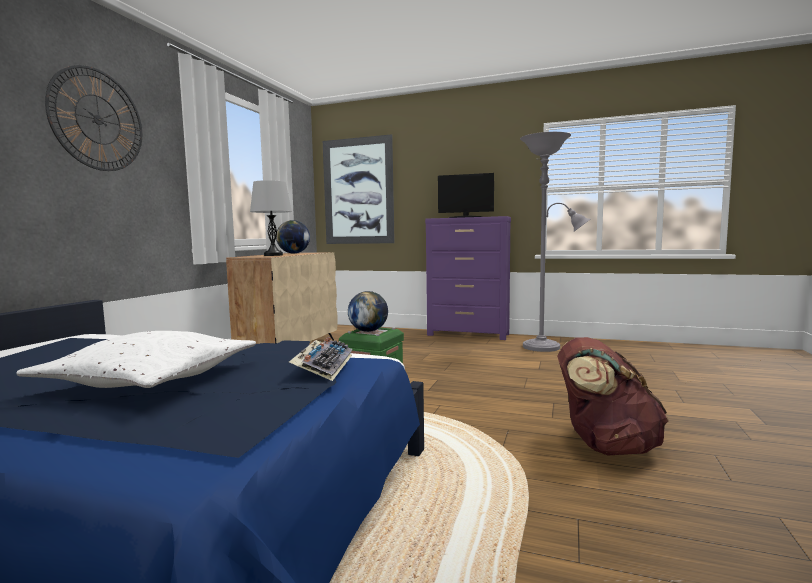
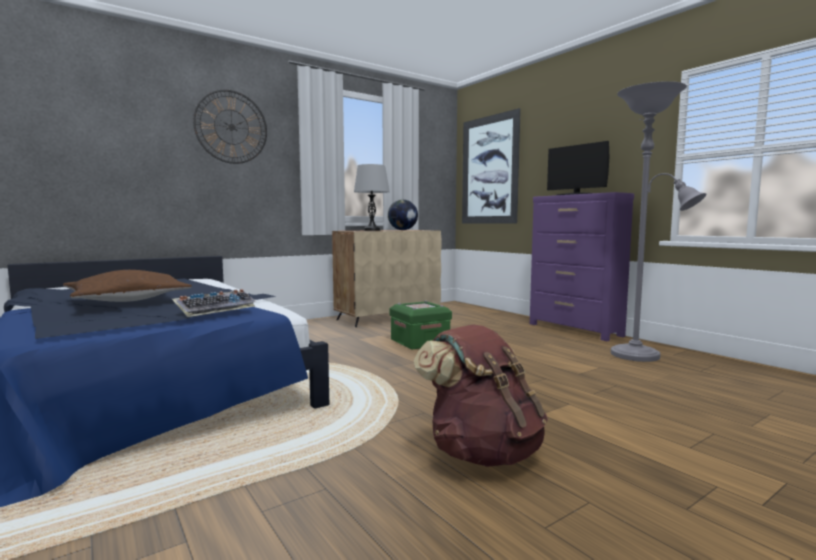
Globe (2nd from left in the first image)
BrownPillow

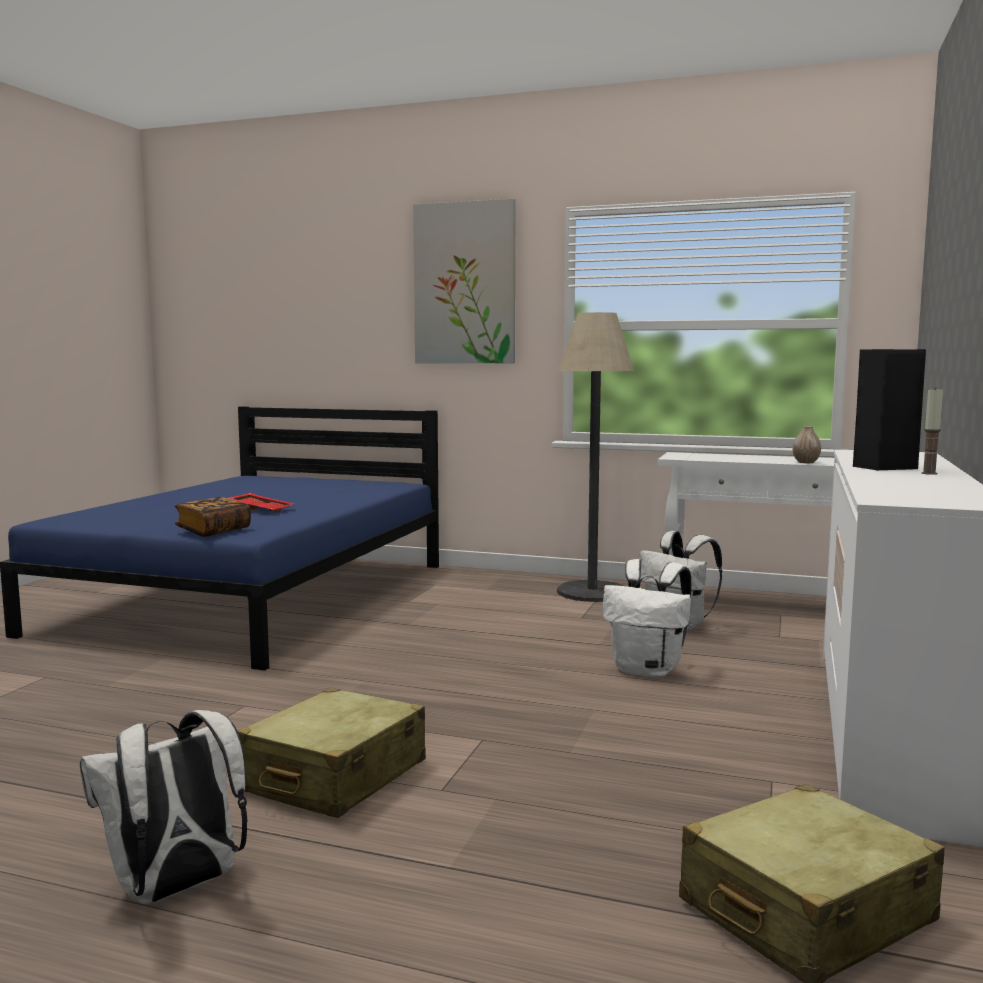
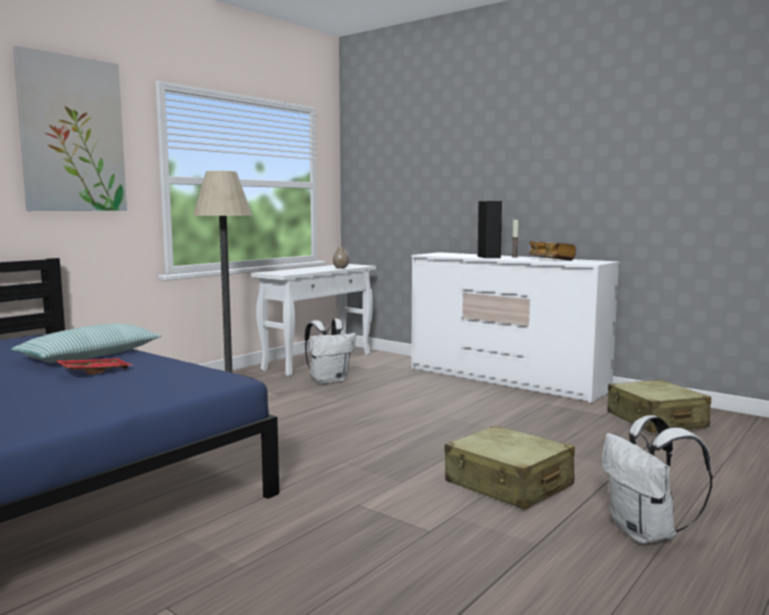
Book
WhiteBackpack (2nd from left in the first image)
Pillow

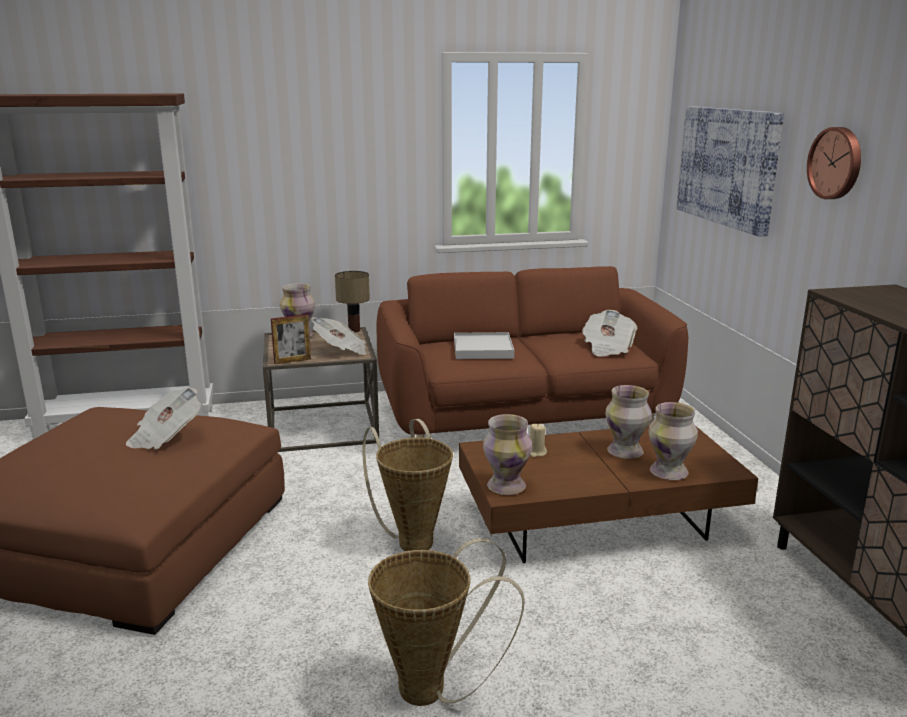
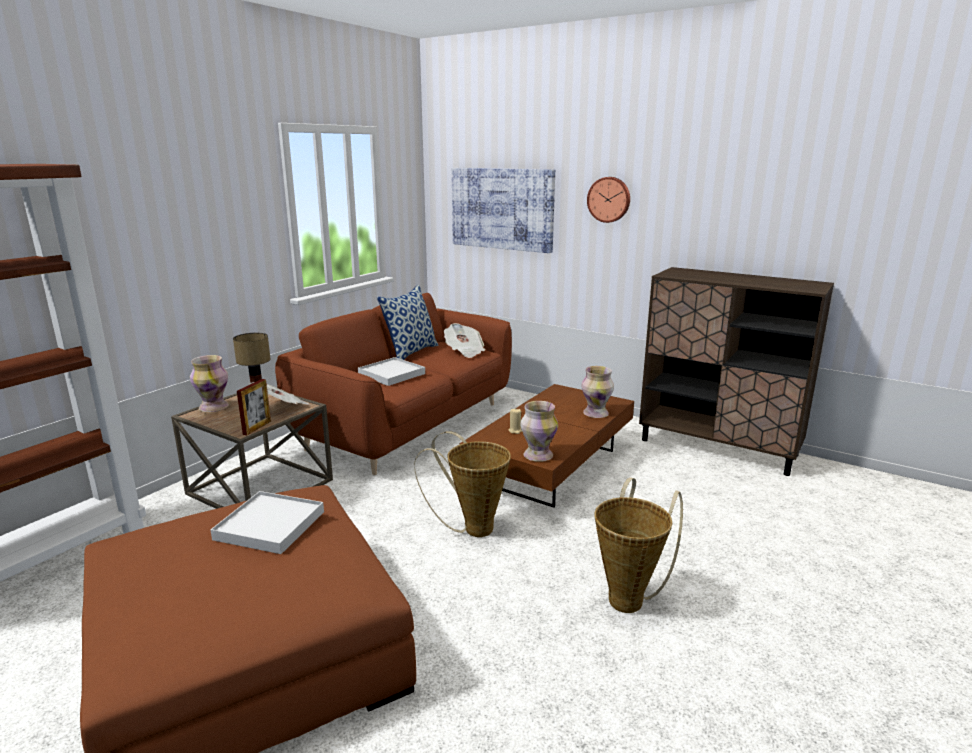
Vase (3rd from left in the first image)
WhiteTray (1st from left)
Pillow

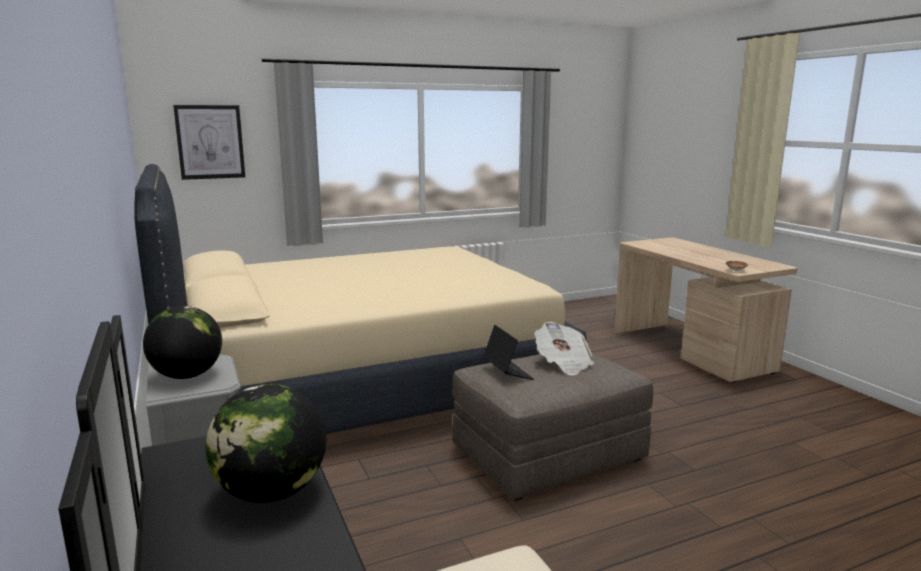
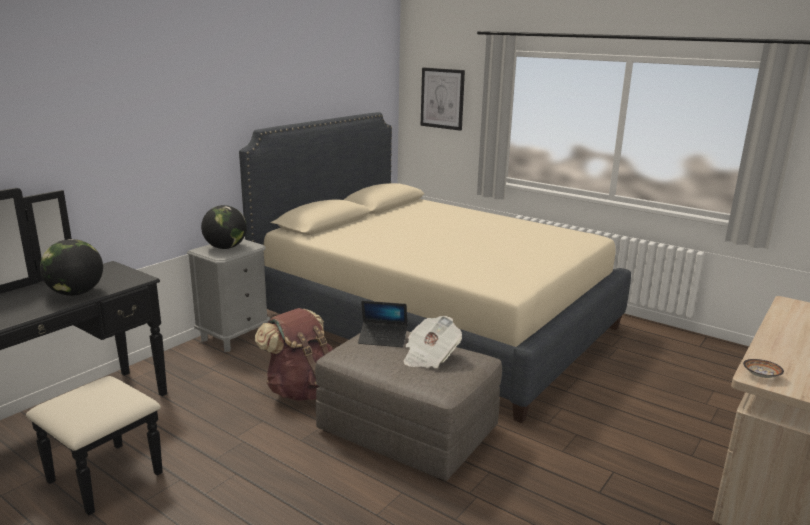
Laptop
BrownBackpack

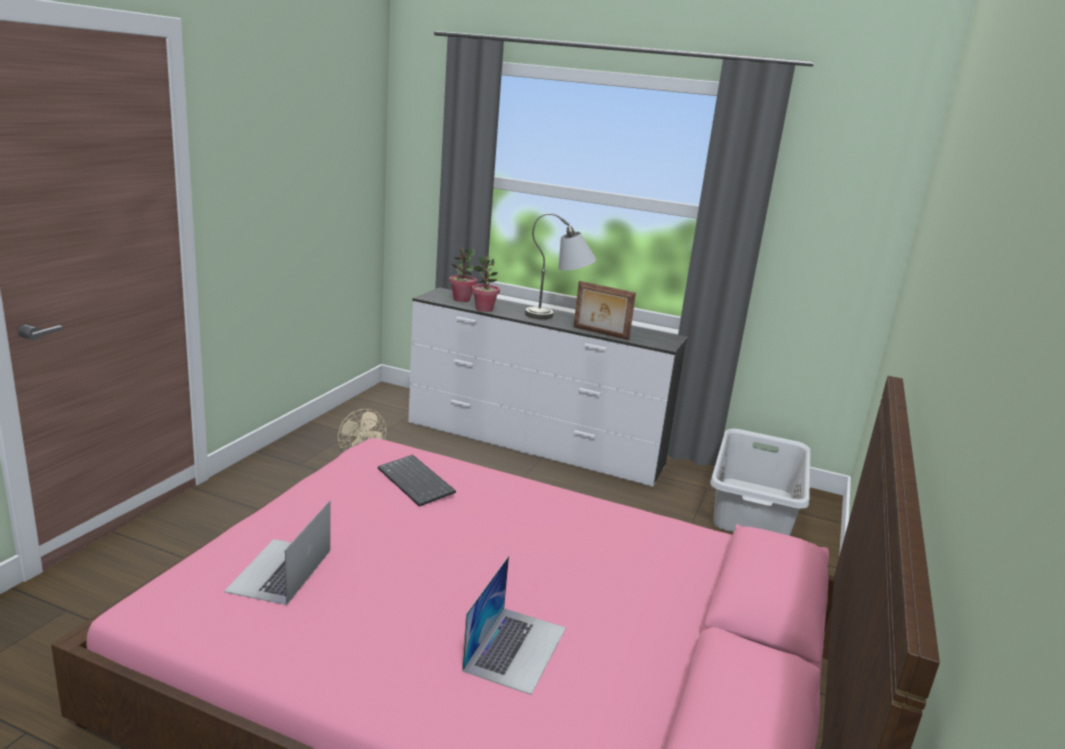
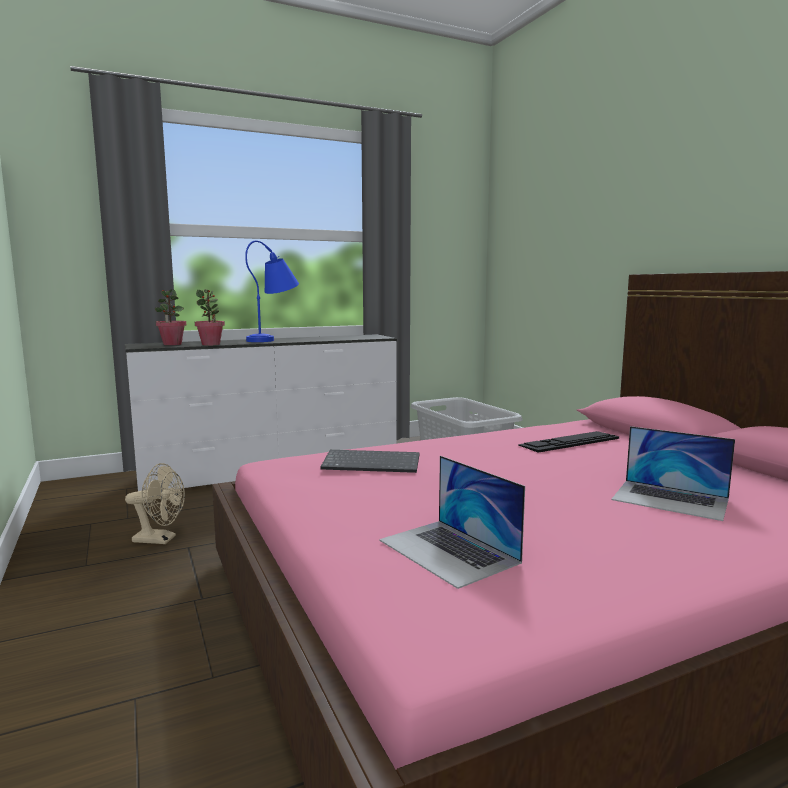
BlueTableLamp
PictureFrame
Laptop (2nd from left)
Keyboard (2nd from left)

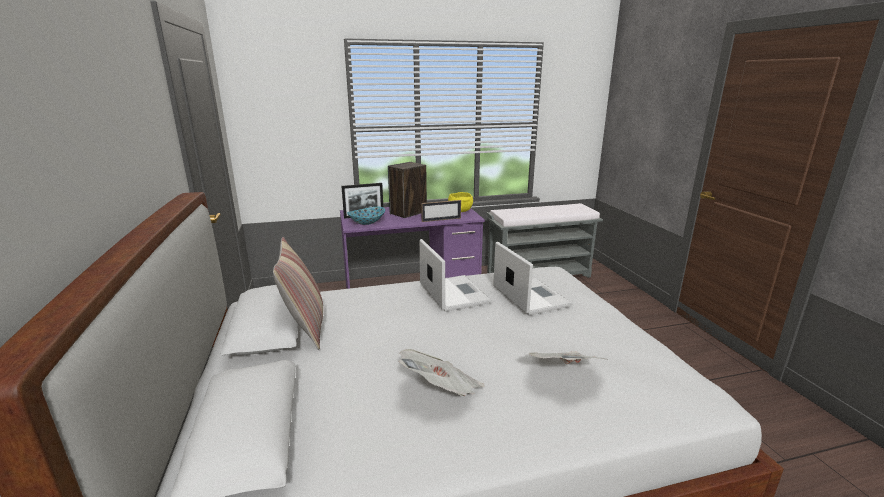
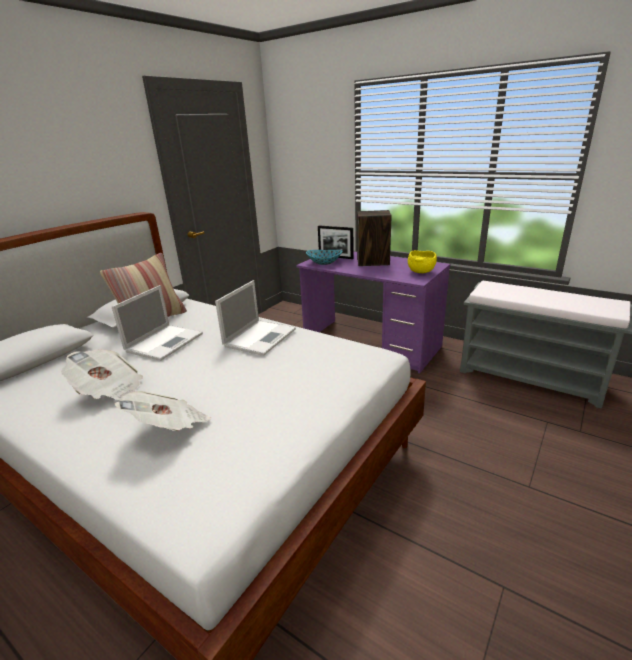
PictureFrame (2nd from left in the first image)
Laptop (1st from left)

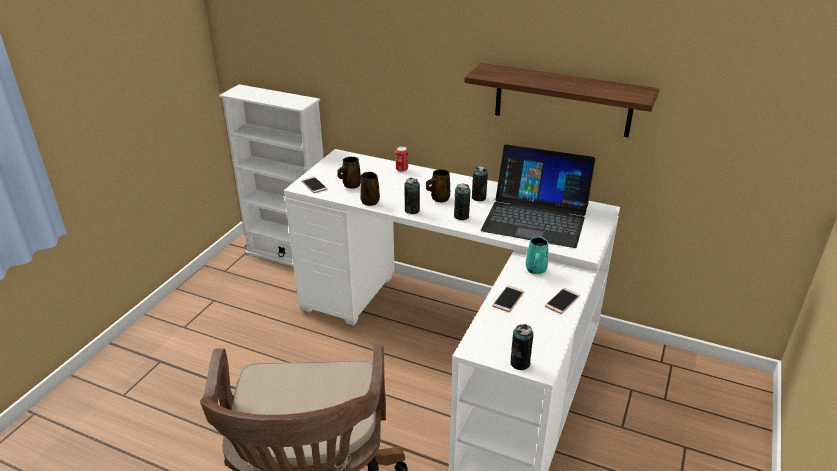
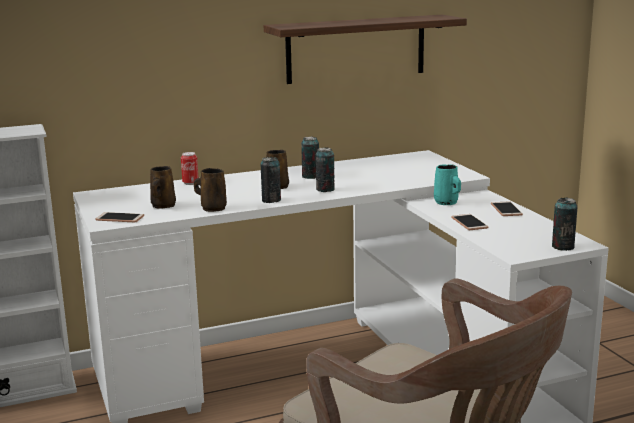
Laptop

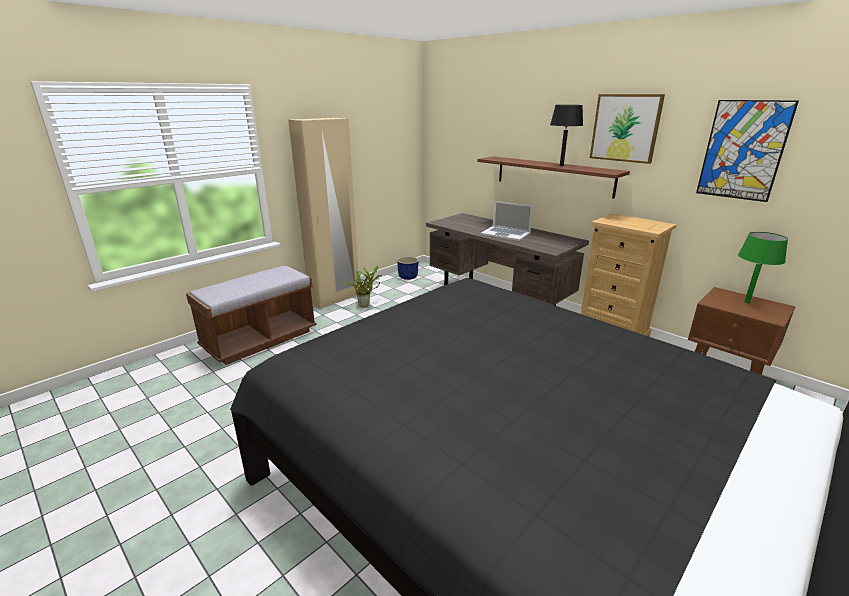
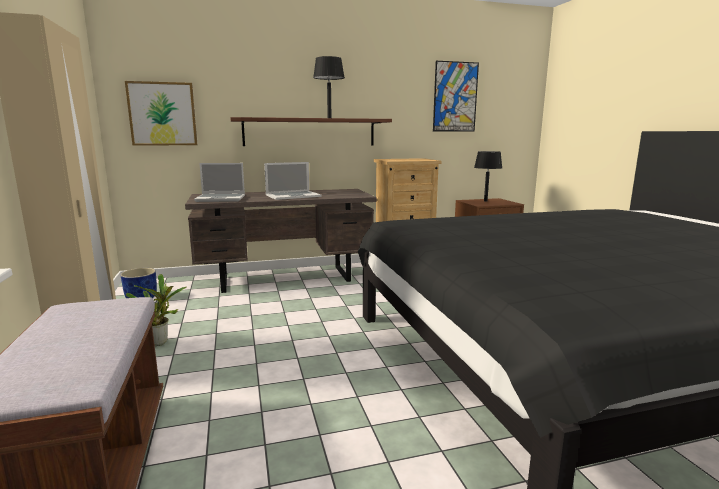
Picture (1st from left)
BlackTableLamp (2nd from left)
Laptop (1st from left)

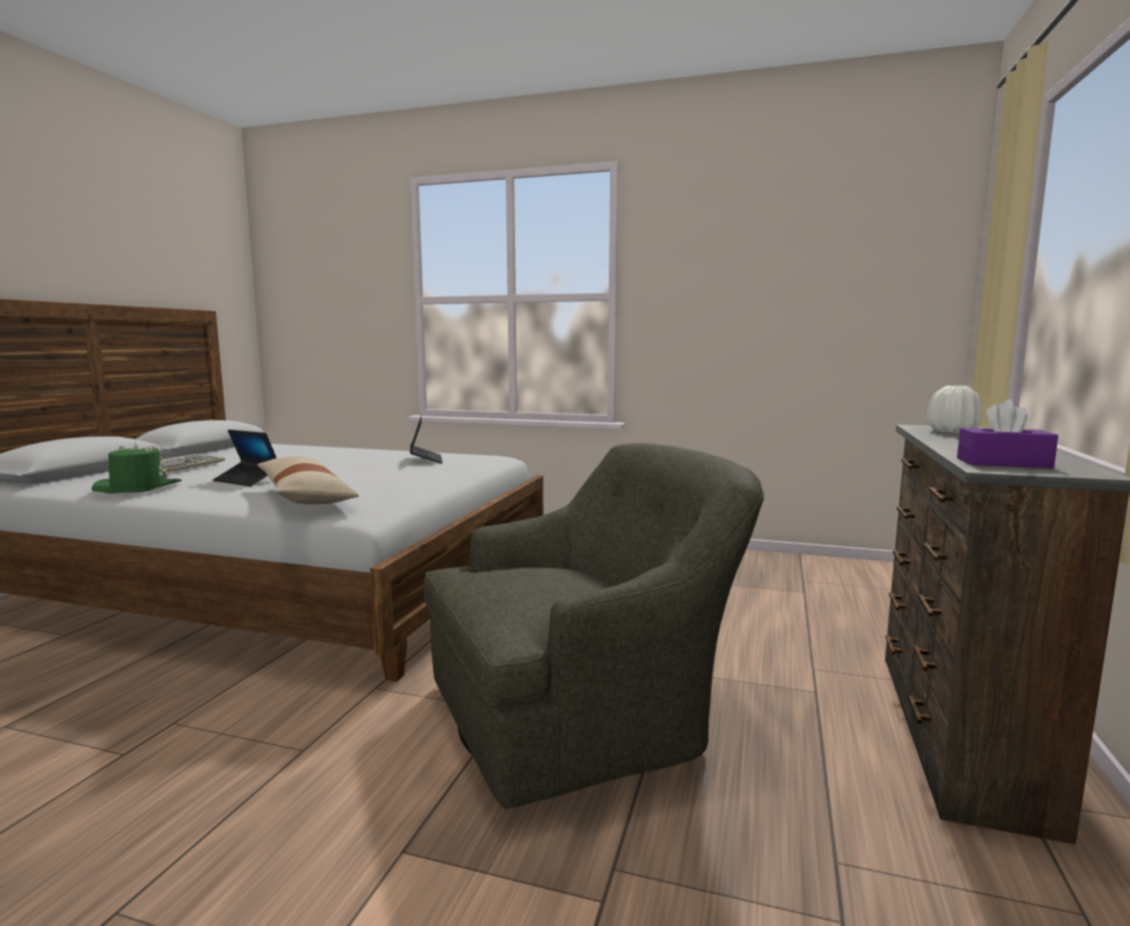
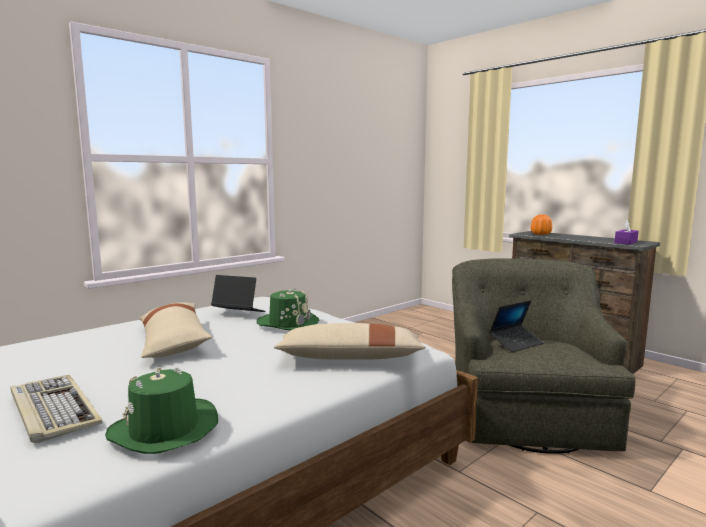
OrangeVase
Laptop (2nd from left)
GreenHat (2nd from left)
BeigePillow (1st from left)

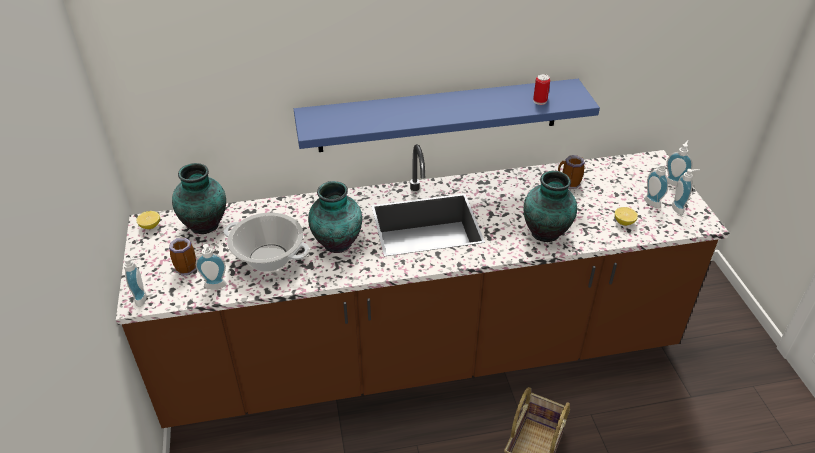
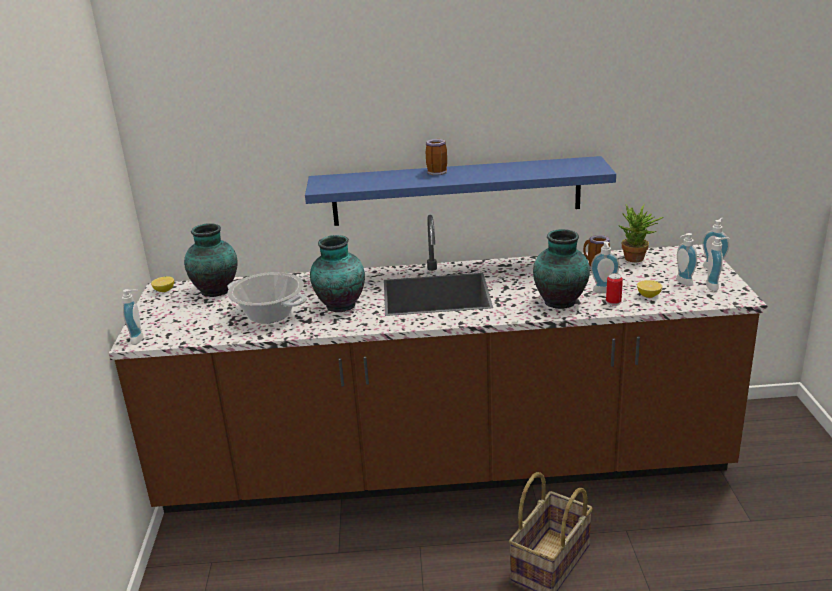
Can
Mug (1st from left)
SoapDispenser (2nd from left)
PottedPlant

